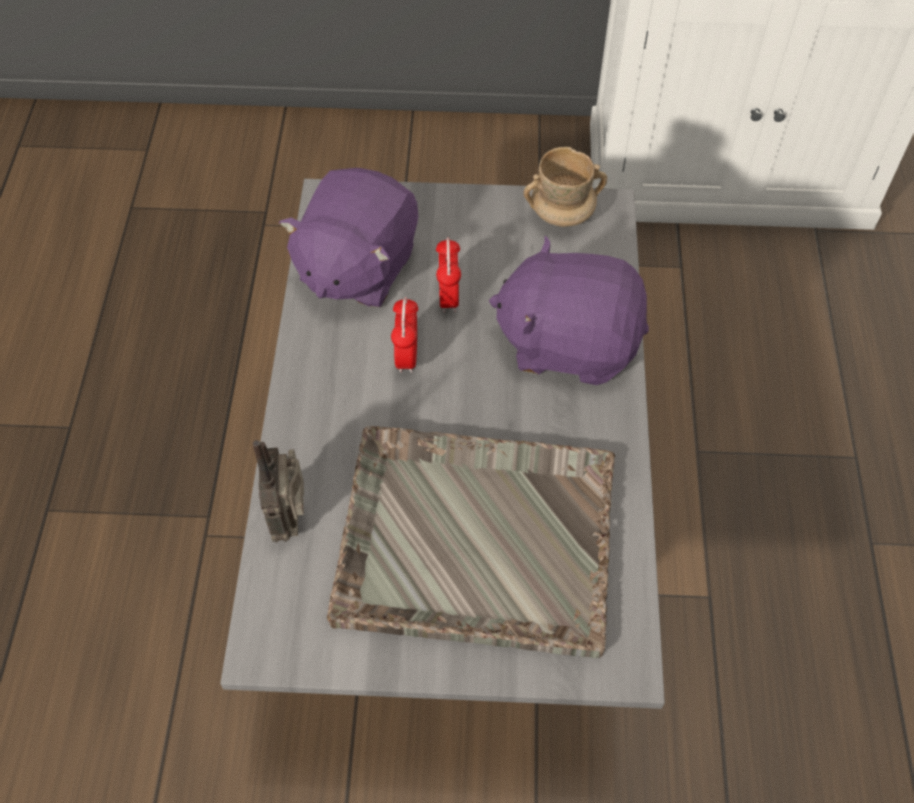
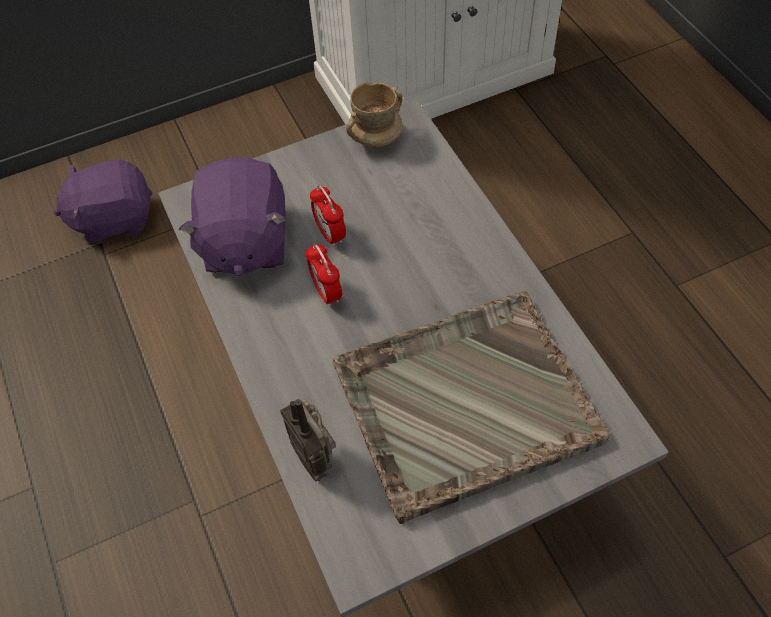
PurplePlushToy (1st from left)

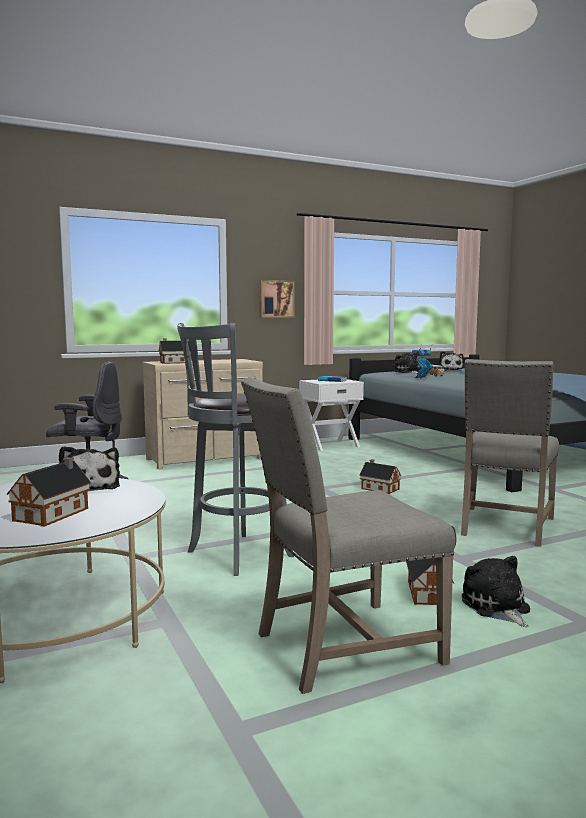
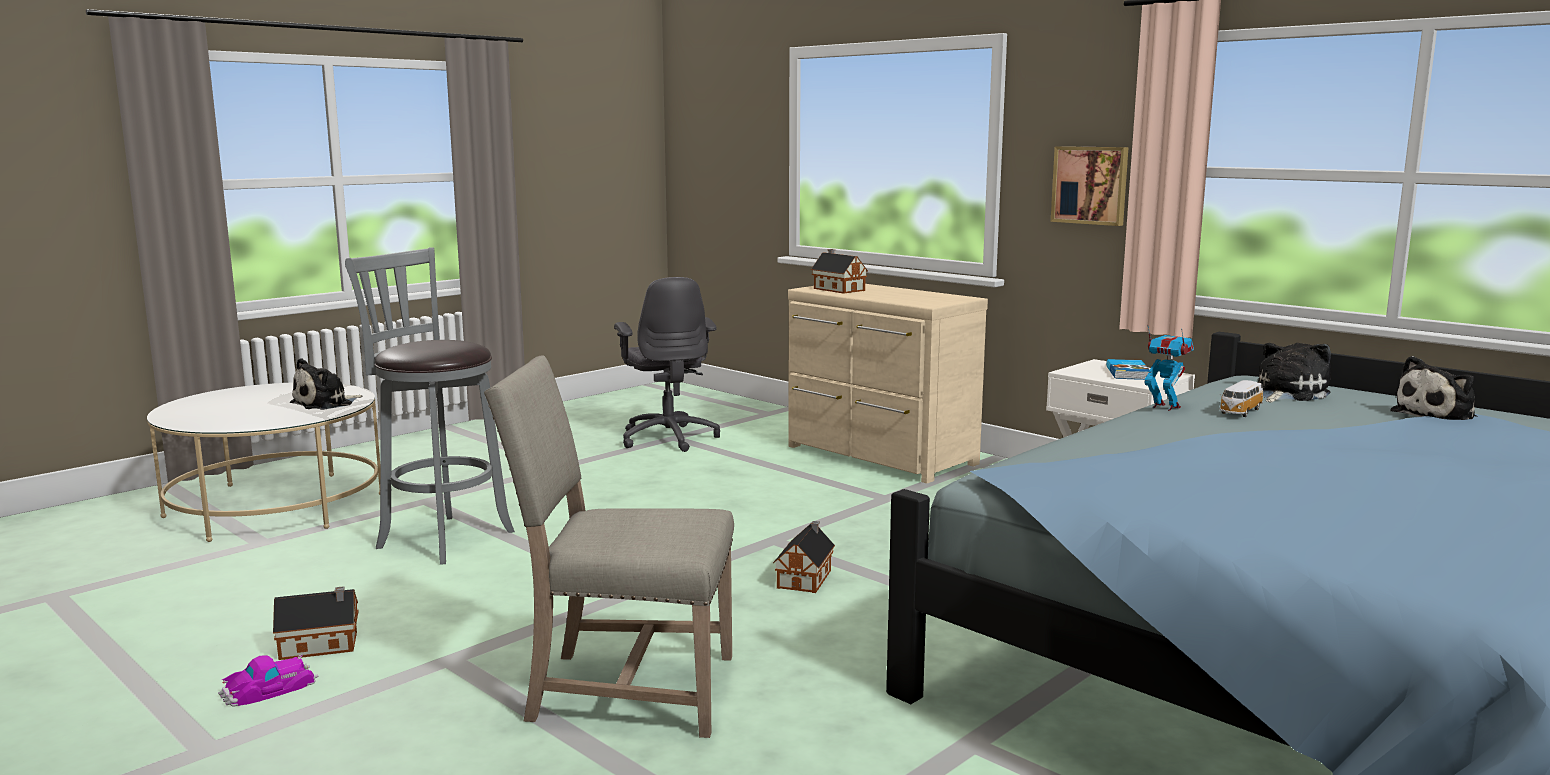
BeigeChair (1st from left in the first image)
ToyHouse (1st from left in the first image)
ToyCar (1st from left)

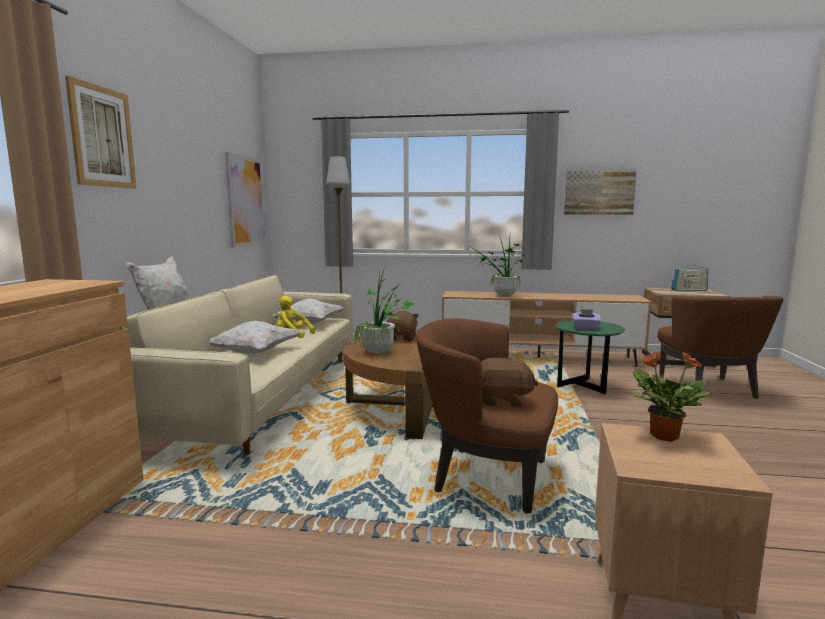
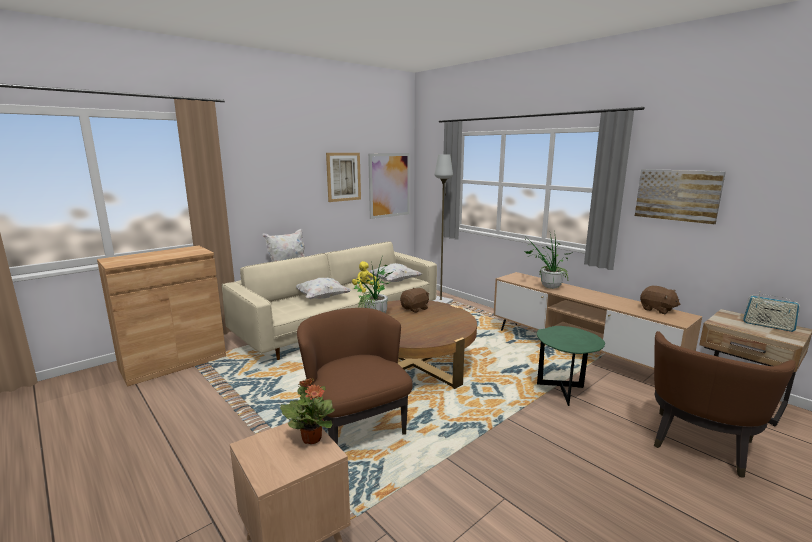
Picture (1st from left)
PurpleTissueBox
BrownPlushToy (2nd from left)

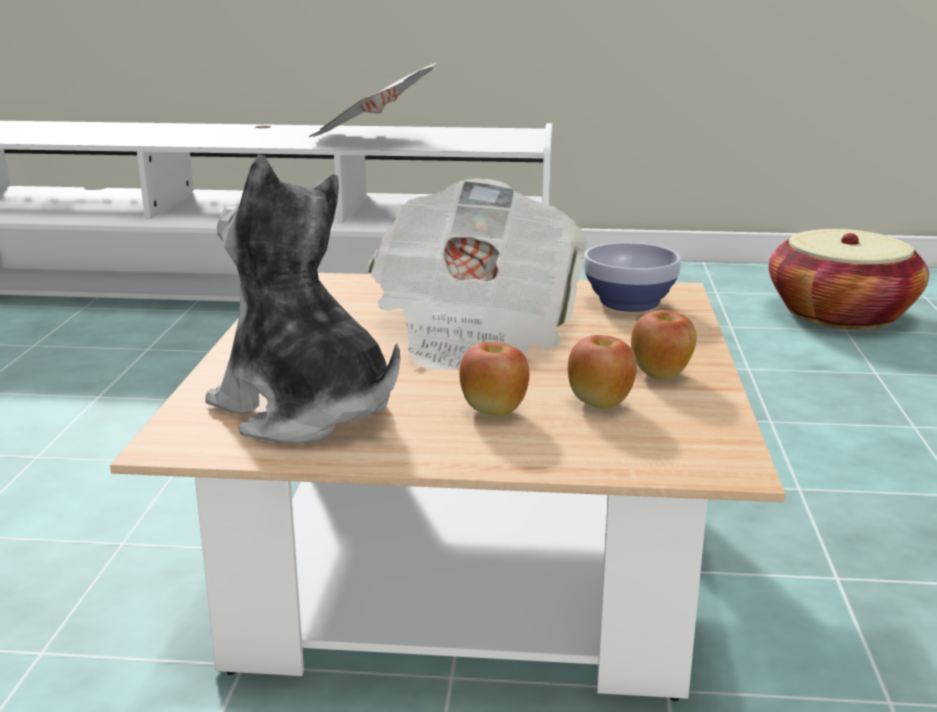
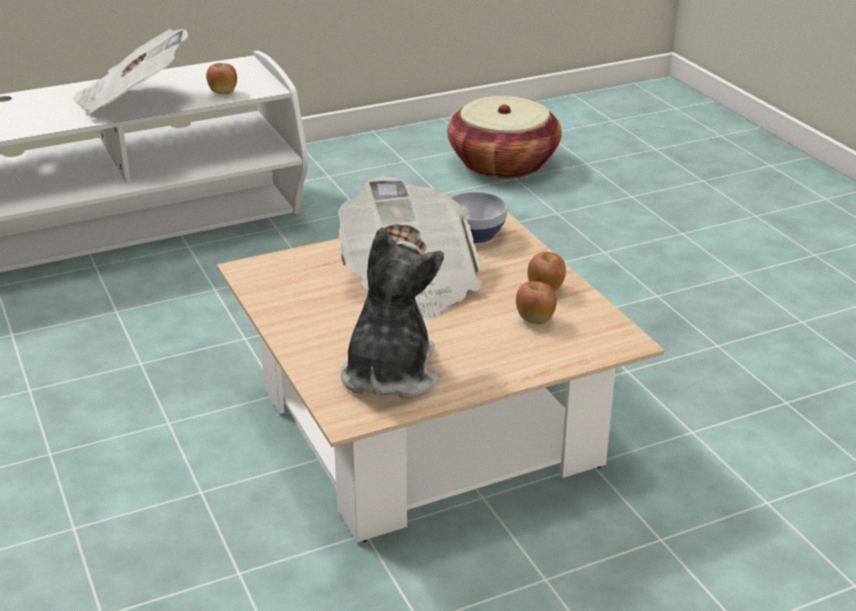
PlushToy
Apple (1st from left)

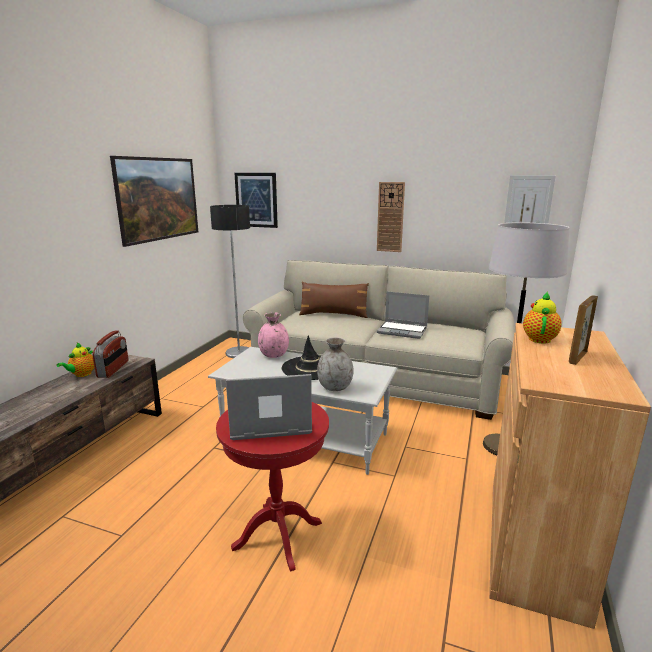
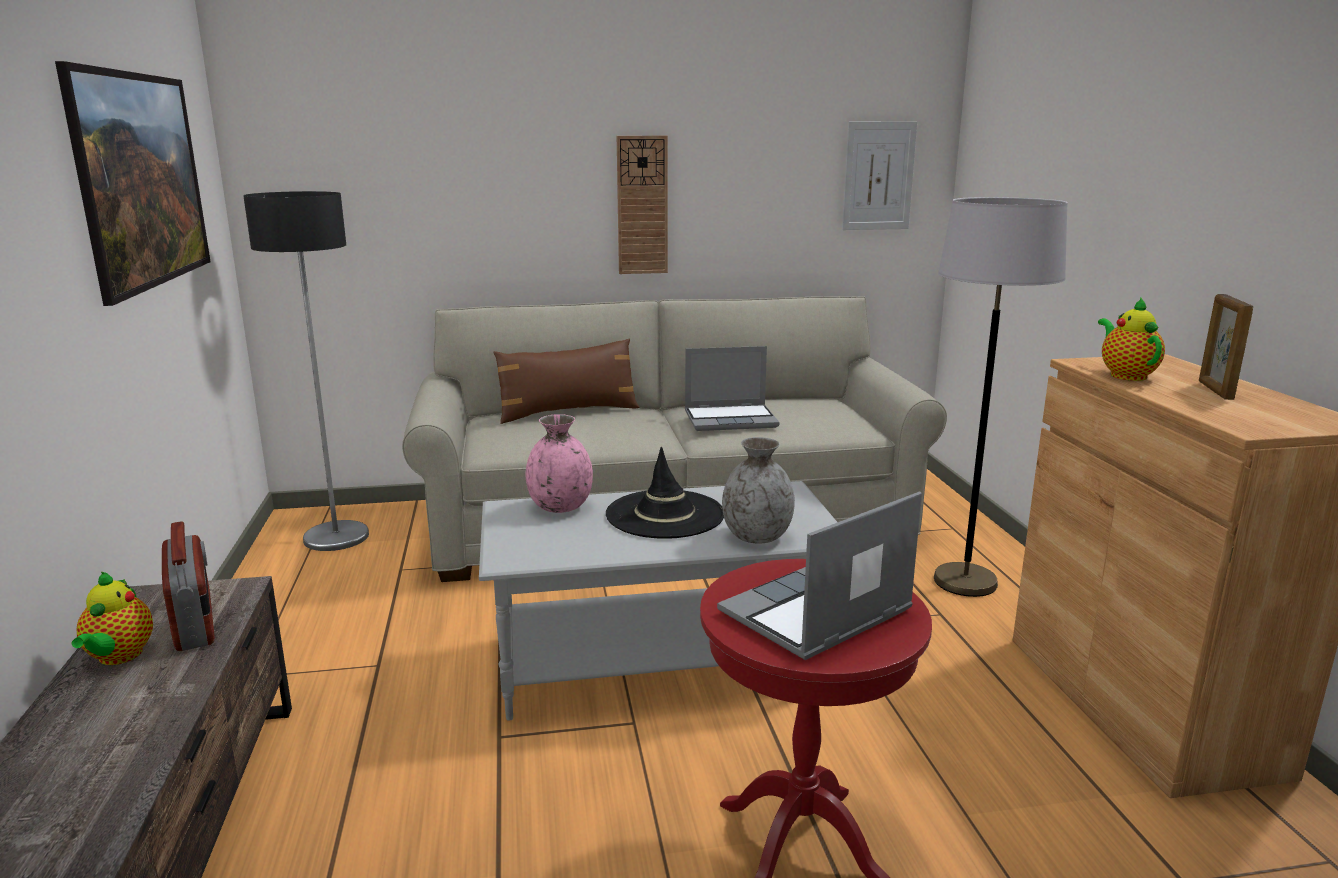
Picture (2nd from left in the first image)

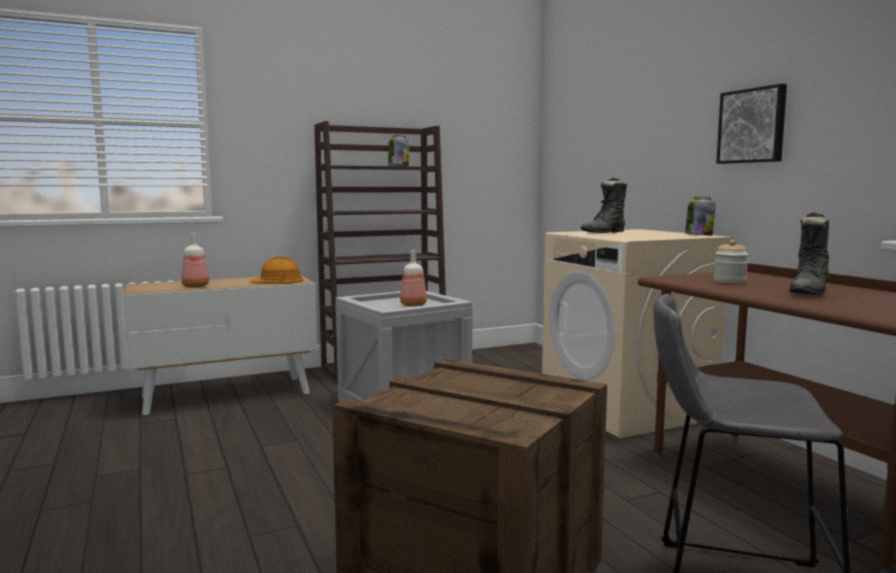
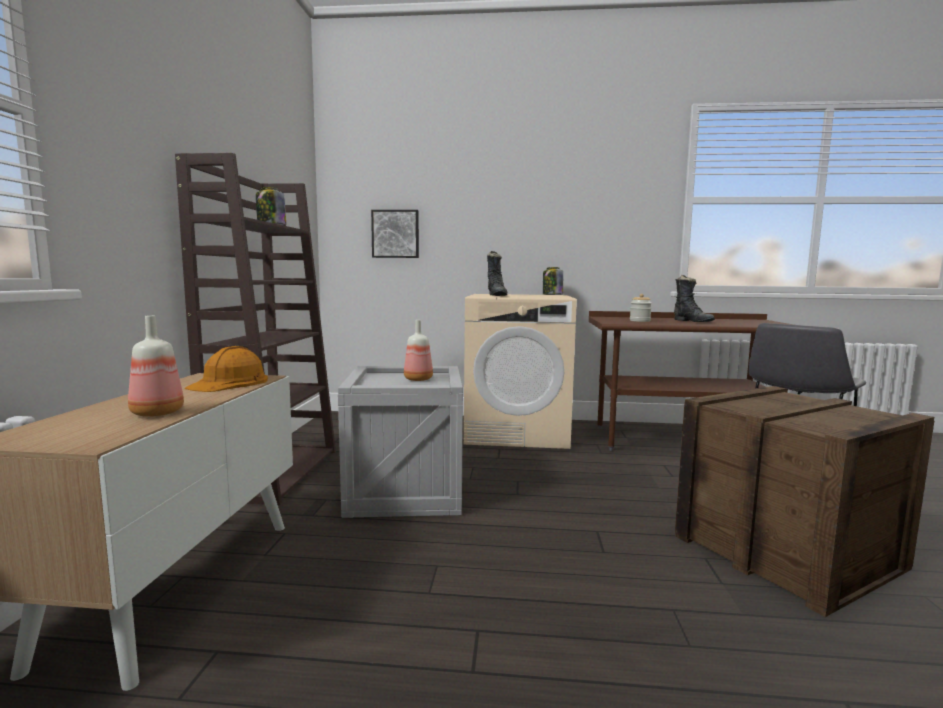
Picture

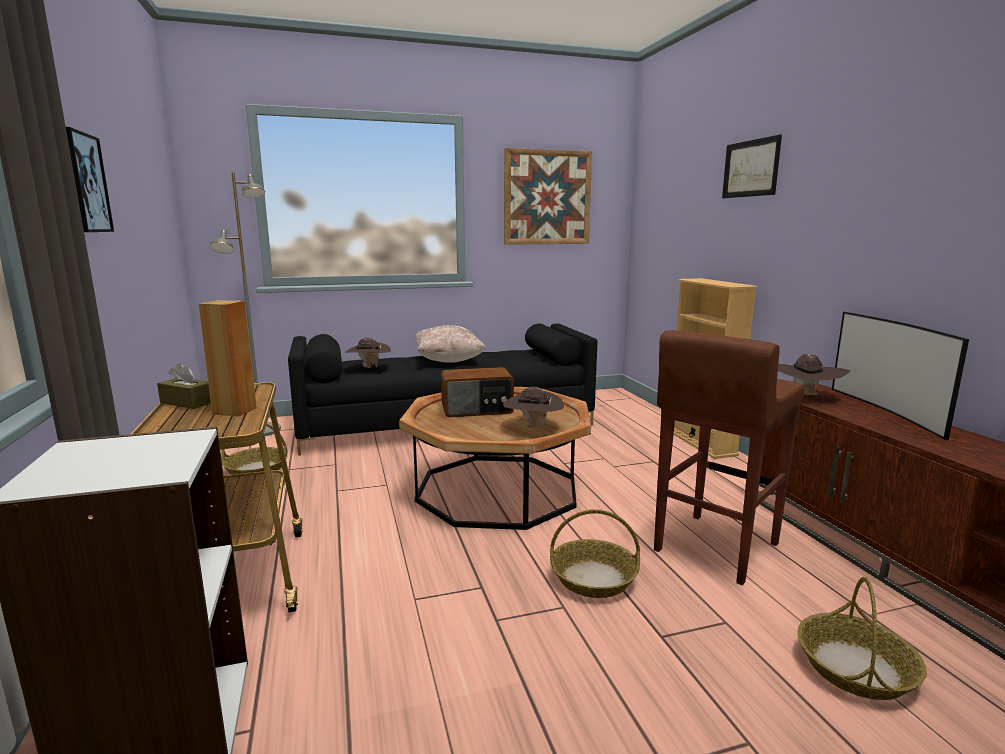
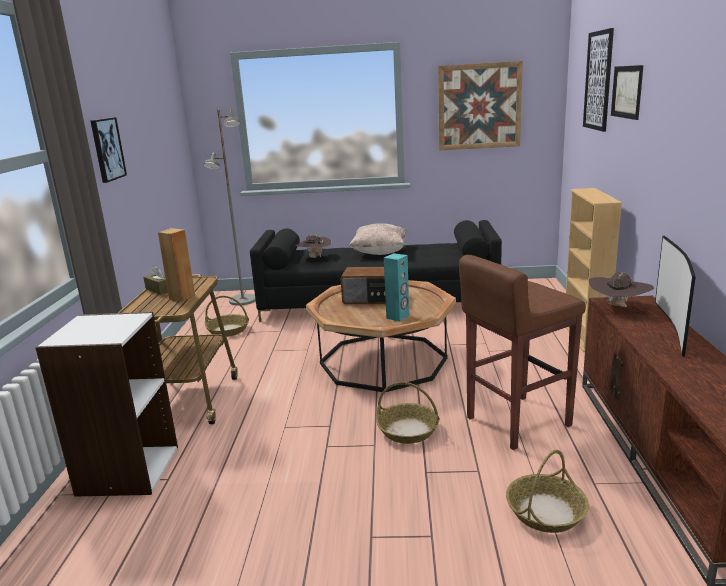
TurquoiseSpeaker
Picture (3rd from left)

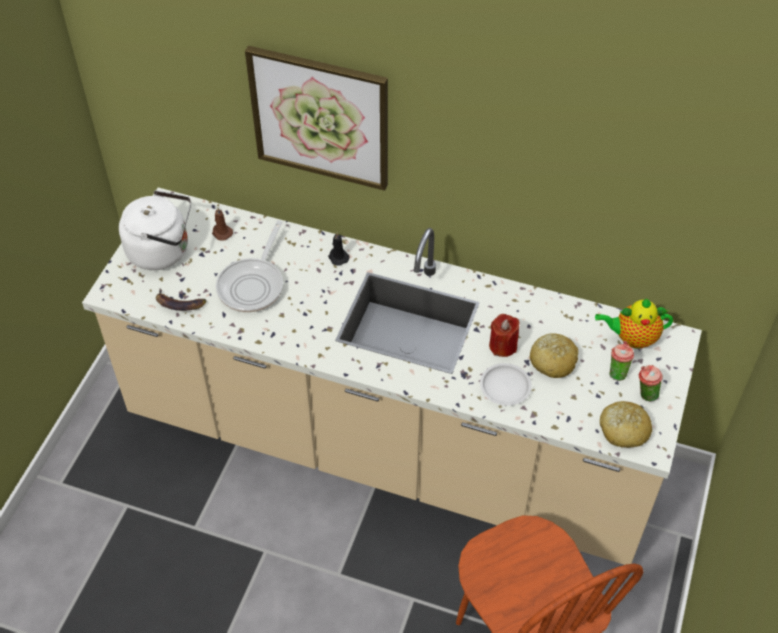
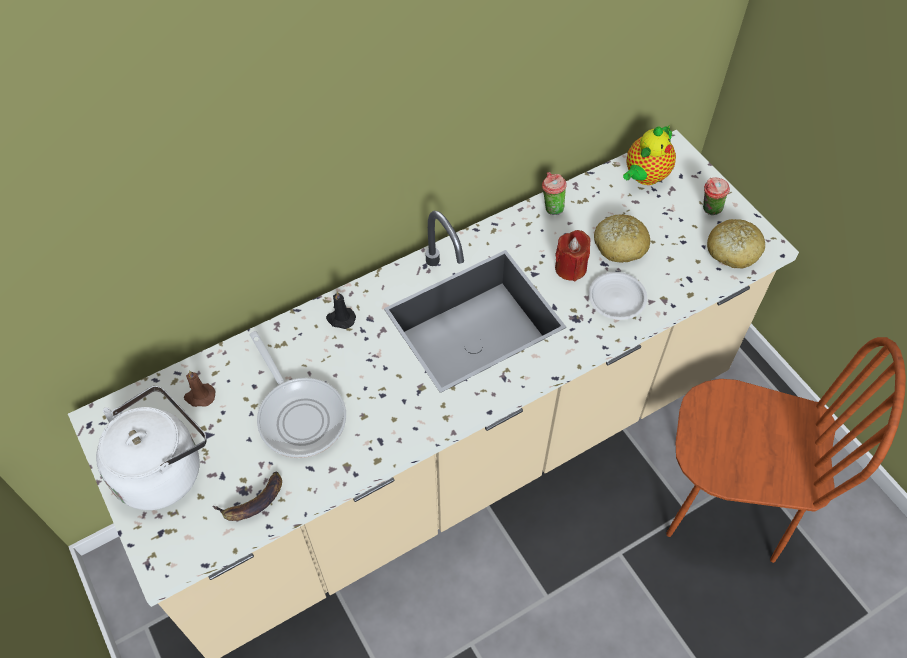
Picture
Cup (1st from left)

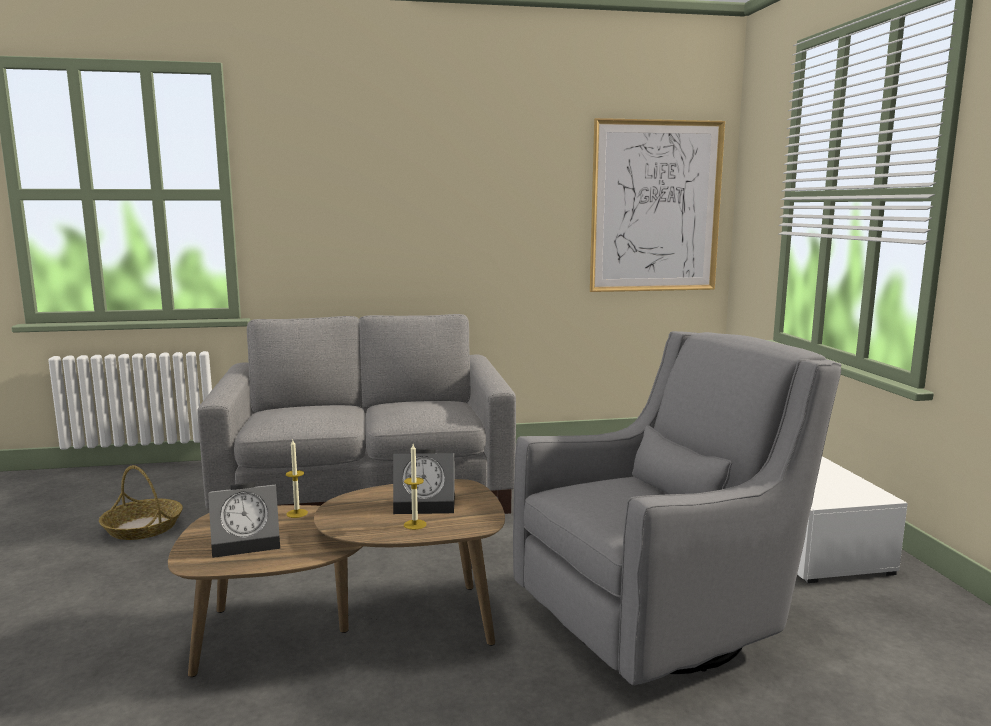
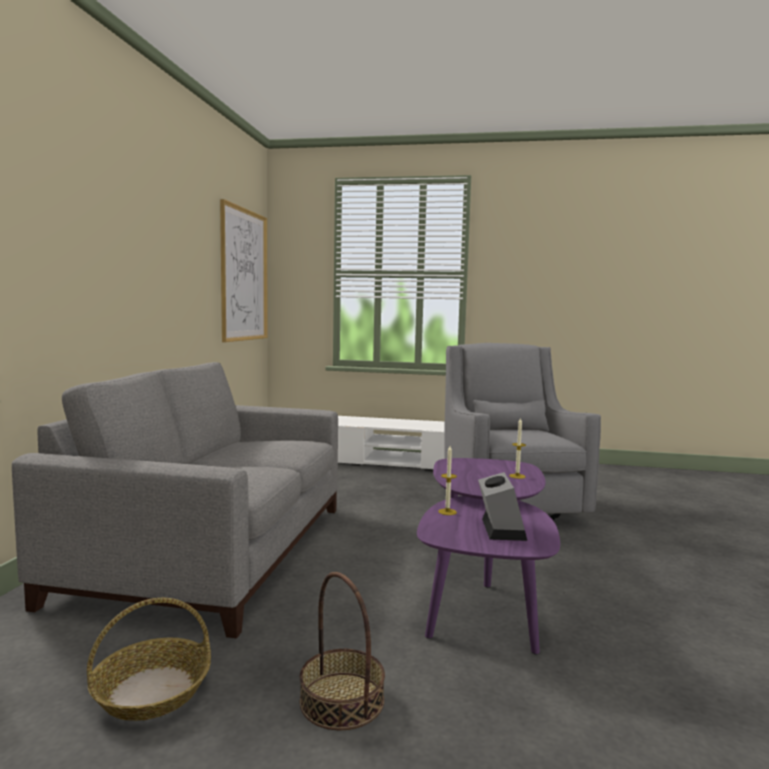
AlarmClock (2nd from left in the first image)
PurpleCoffeeTable
Basket (2nd from left)

